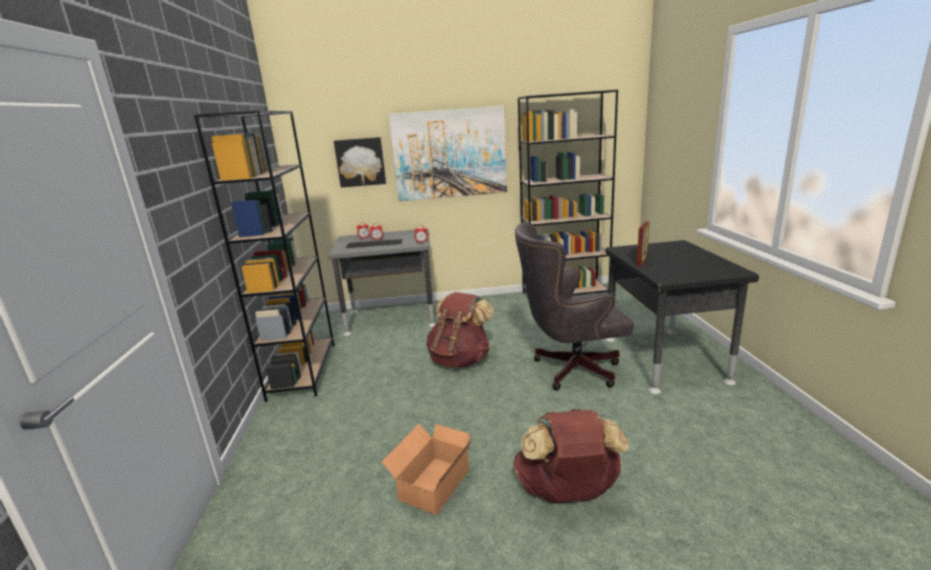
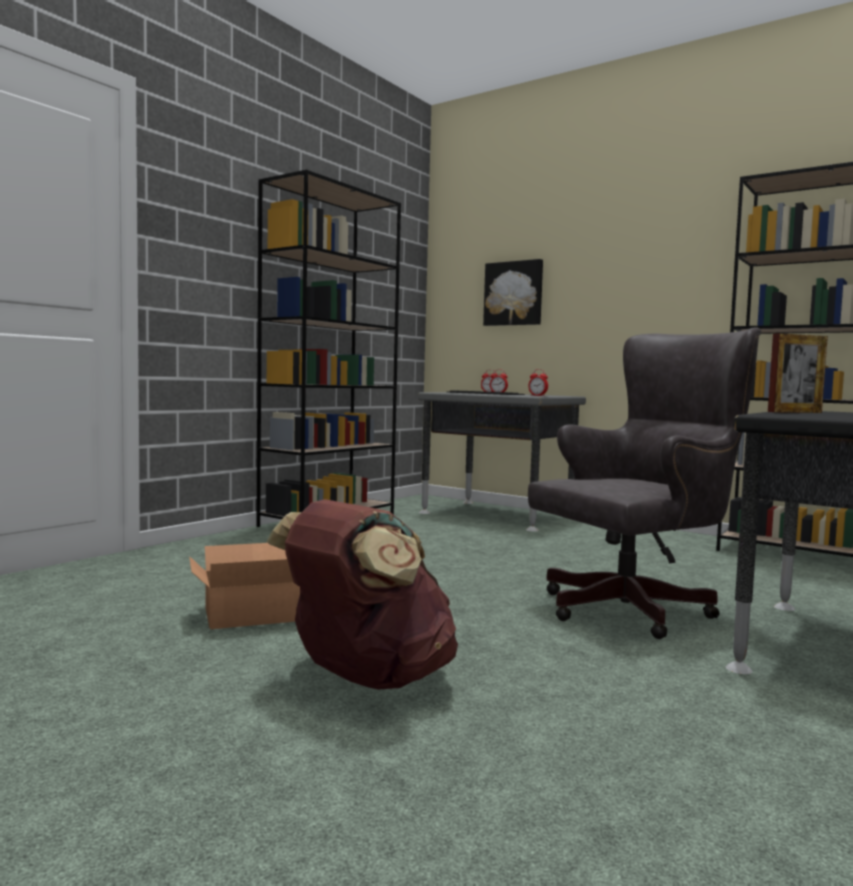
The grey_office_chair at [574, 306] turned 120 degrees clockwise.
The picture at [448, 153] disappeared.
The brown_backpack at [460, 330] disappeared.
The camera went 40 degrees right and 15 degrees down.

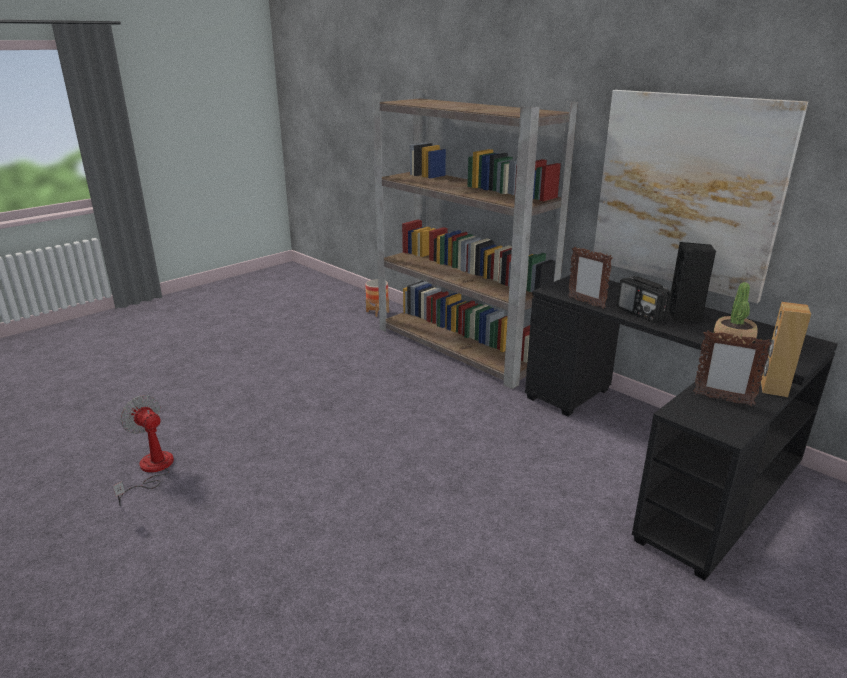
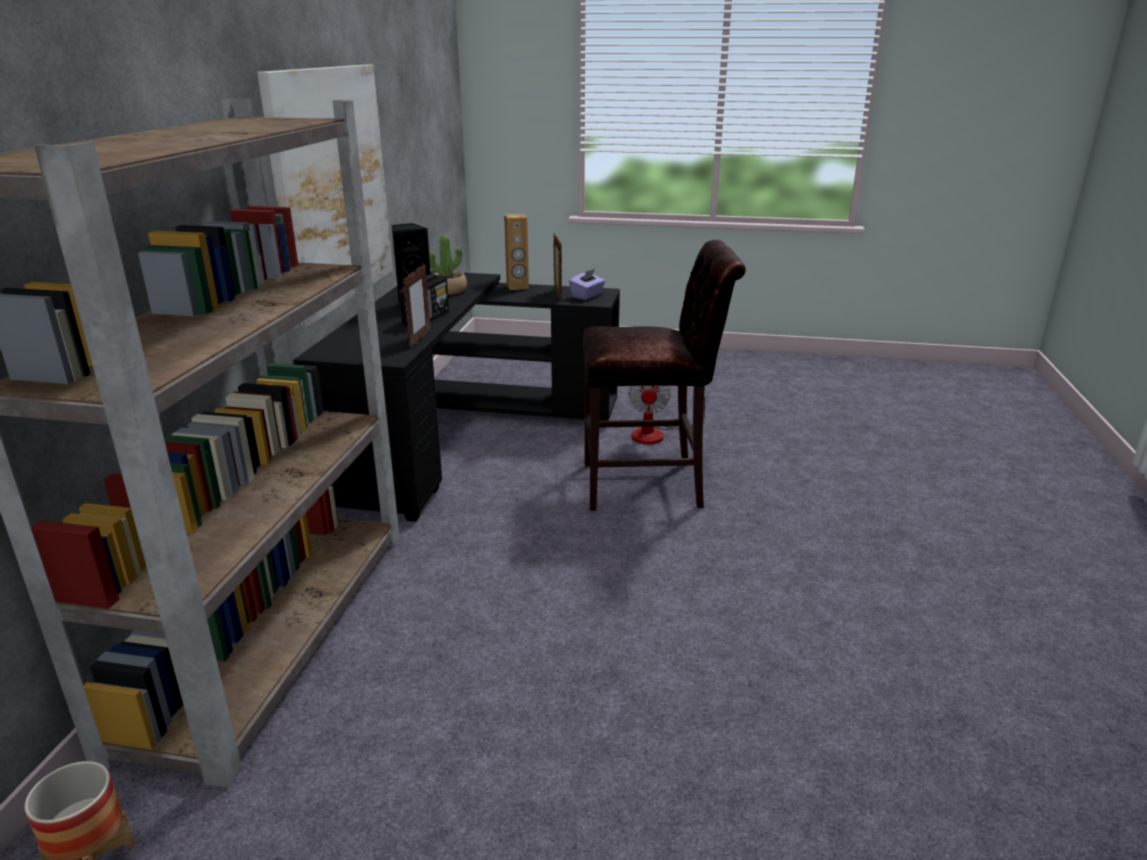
The purple_tissue_box at [587, 284] appeared.
The brown_stool at [664, 375] appeared.
The fan moved from [143, 450] to [668, 414].
The camera went 125 degrees left and 0 degrees up.

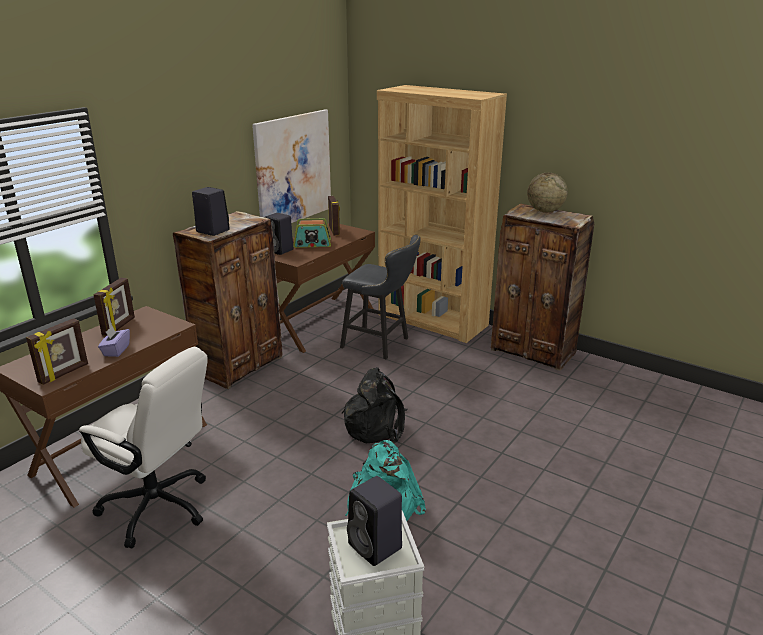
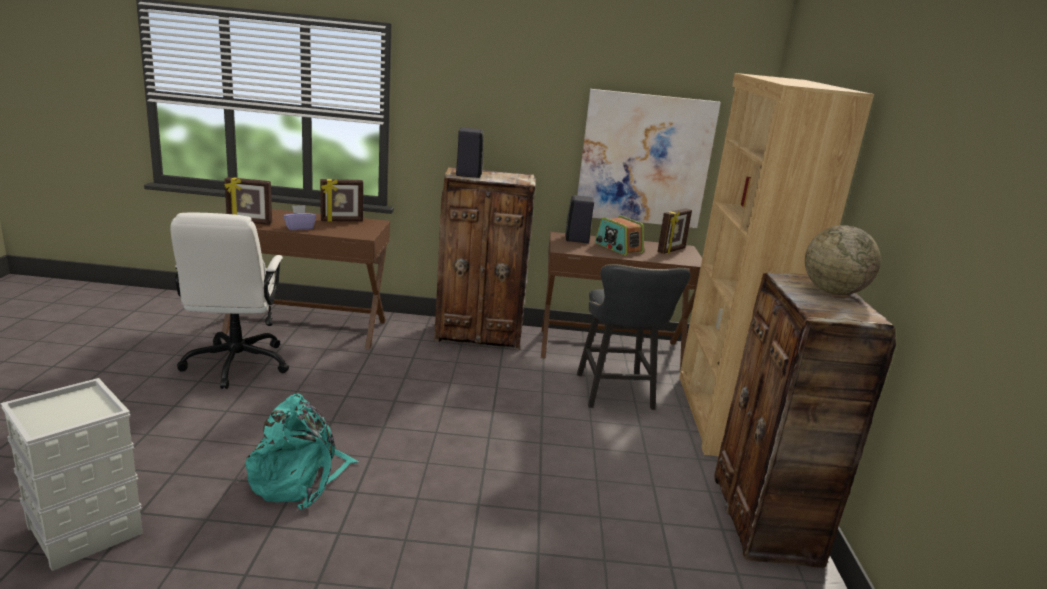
The black_backpack at [375, 405] disappeared.
The black_speaker at [374, 521] disappeared.
The camera went 55 degrees right and 5 degrees down.

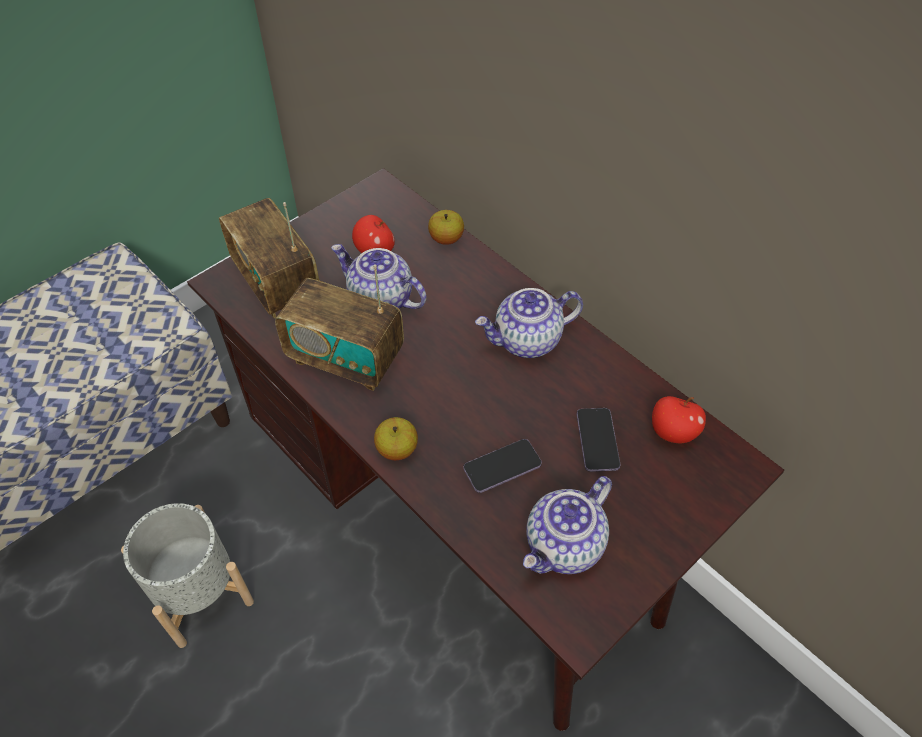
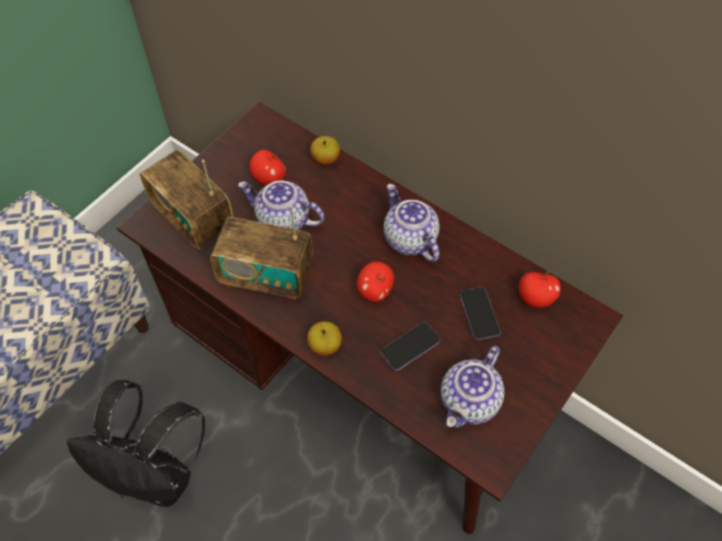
The grey_planter at [187, 575] was replaced by the black_backpack at [135, 443].
The apple at [375, 282] appeared.
The teapot at [529, 323] turned 90 degrees clockwise.
The camera went 10 degrees left and 5 degrees up.

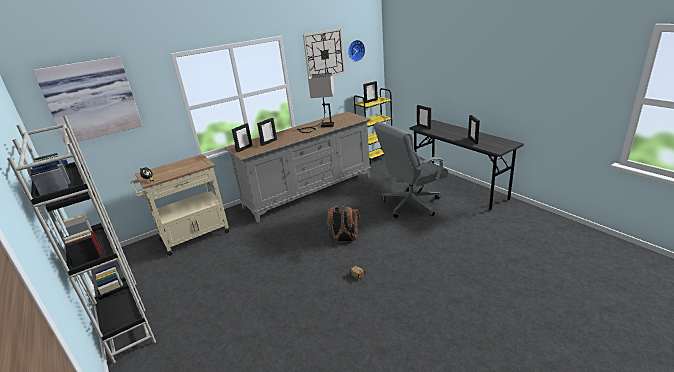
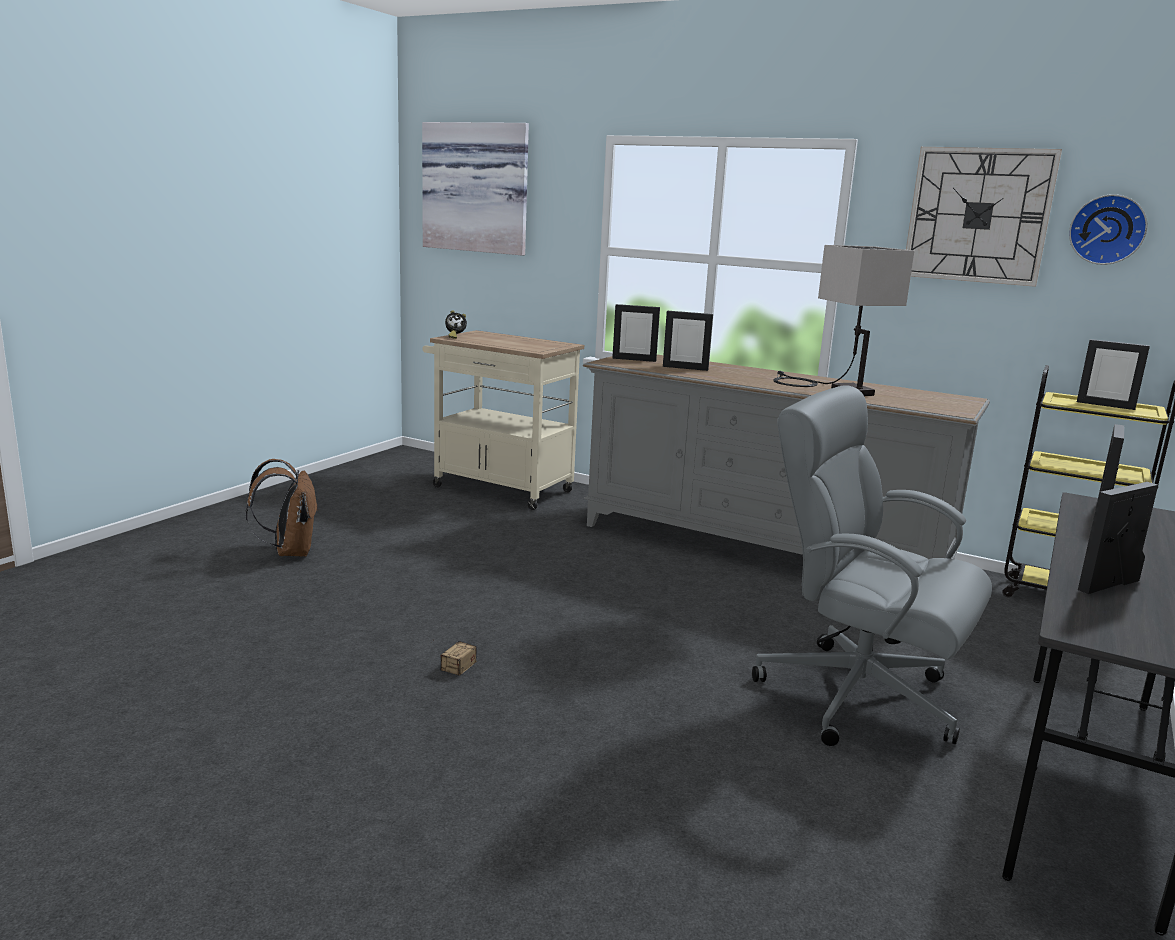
The brown_backpack moved from [343, 224] to [281, 508].
The black_bookcase at [81, 239] disappeared.
The camera went 60 degrees right and 10 degrees down.

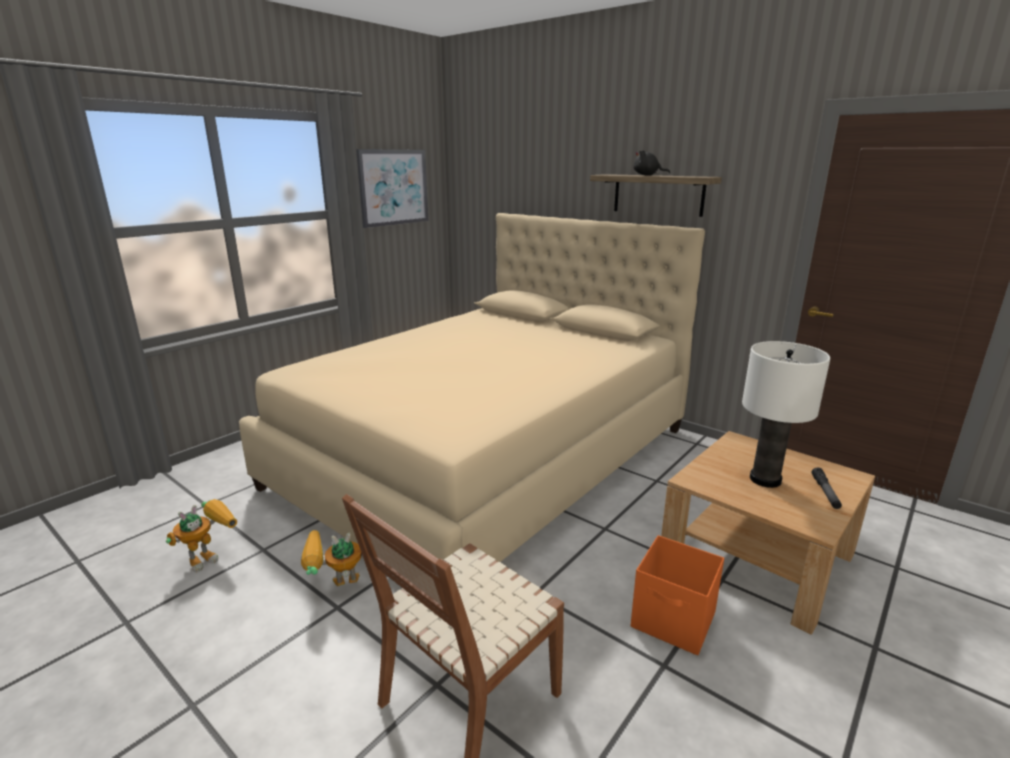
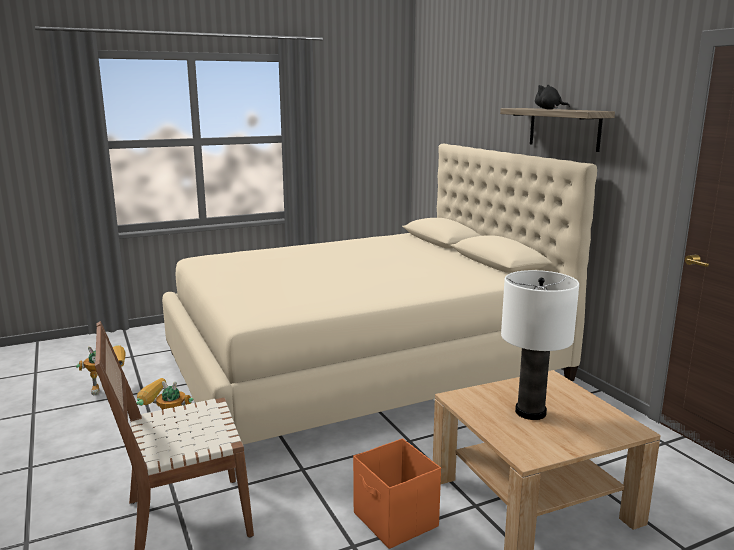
The picture at [392, 188] disappeared.
The flashlight at [827, 488] disappeared.
The camera went 25 degrees right and 5 degrees down.

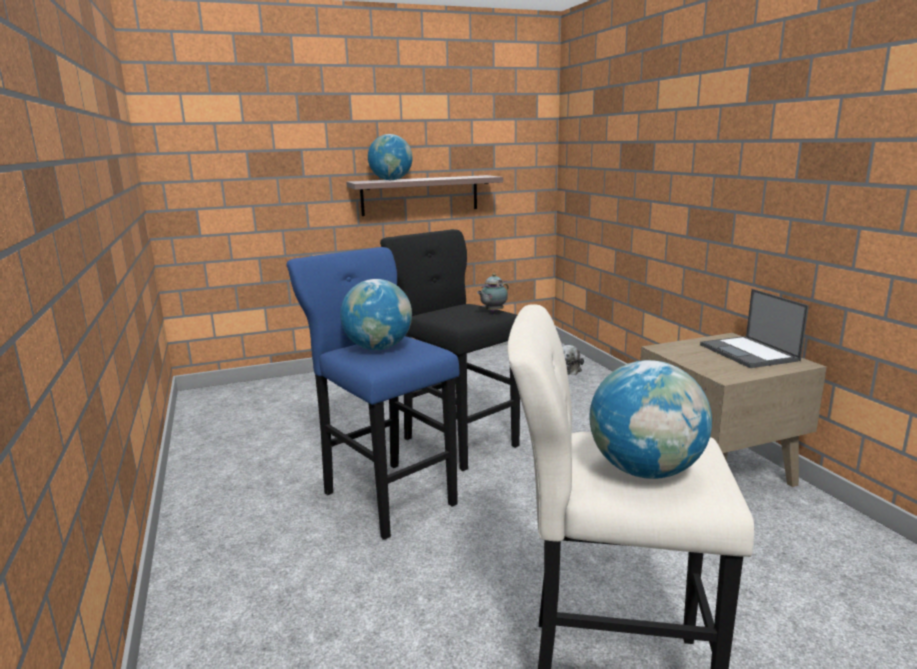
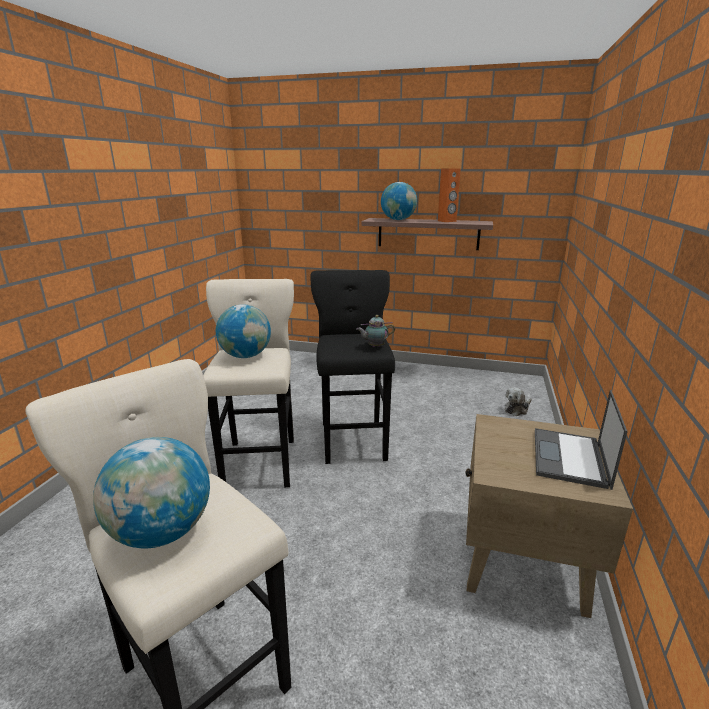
The blue_stool at [373, 393] became the beige_stool at [248, 383].
The orange_speaker at [449, 195] appeared.
The camera went 35 degrees right and 5 degrees up.

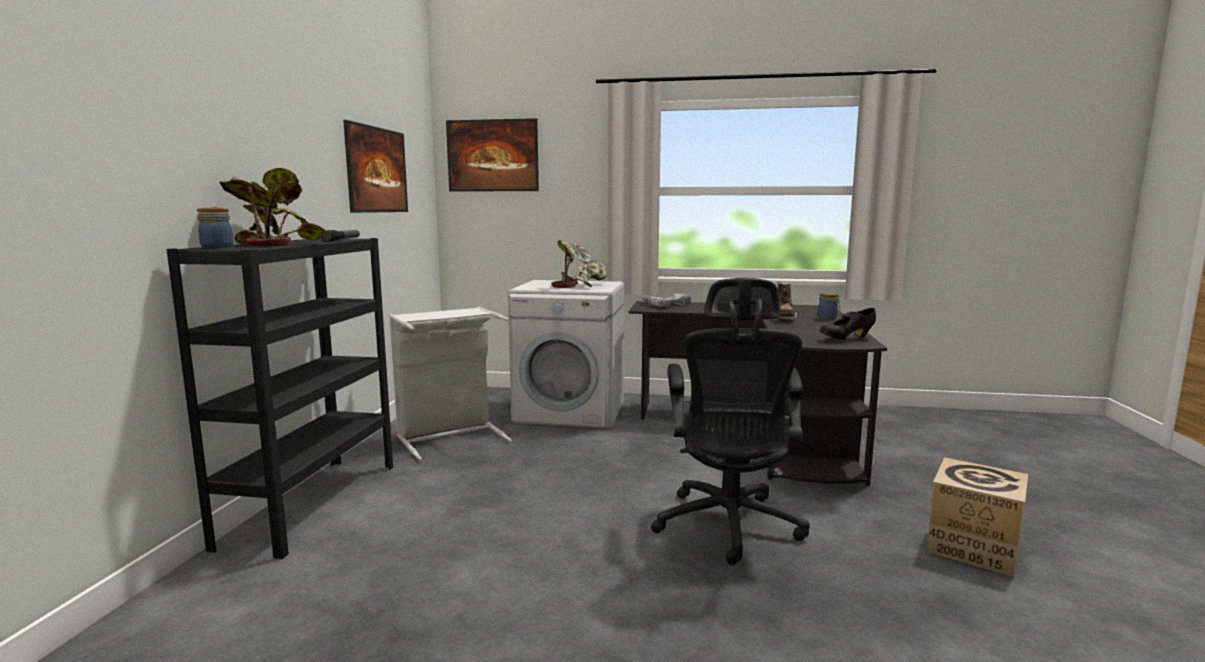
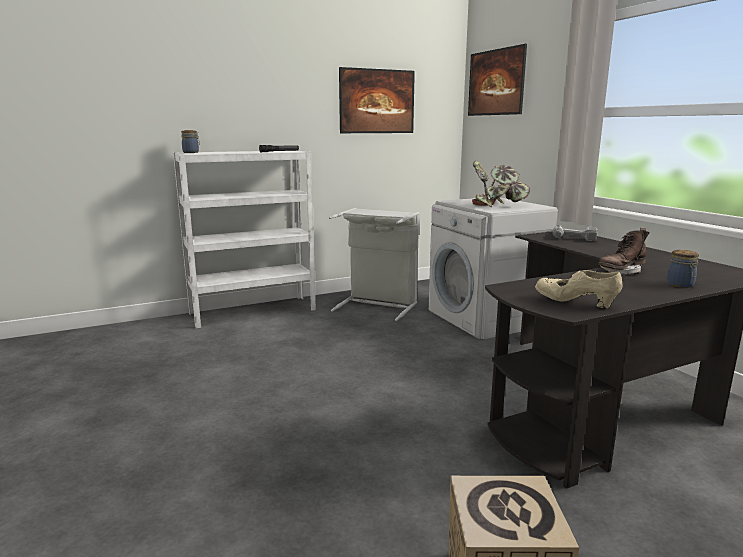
The black_bookcase at [280, 398] became the white_bookcase at [244, 239].
The black_shoe at [848, 324] became the beige_shoe at [578, 289].
The potted_plant at [272, 207] disappeared.
The office_chair at [730, 421] disappeared.
The camera went 55 degrees right and 5 degrees up.

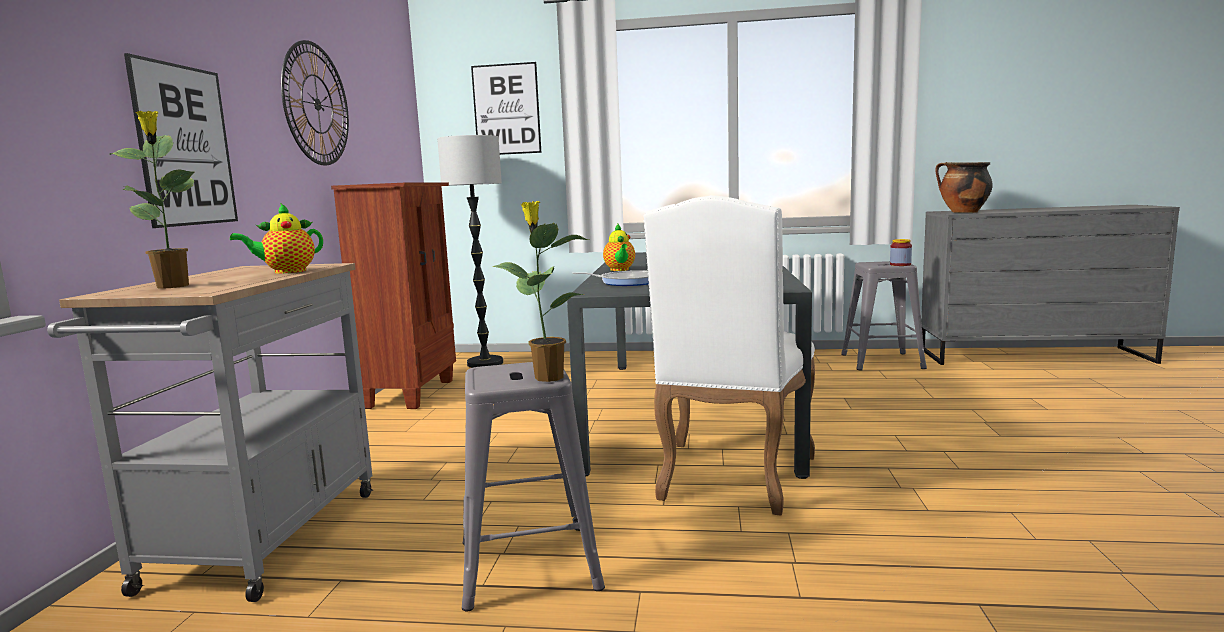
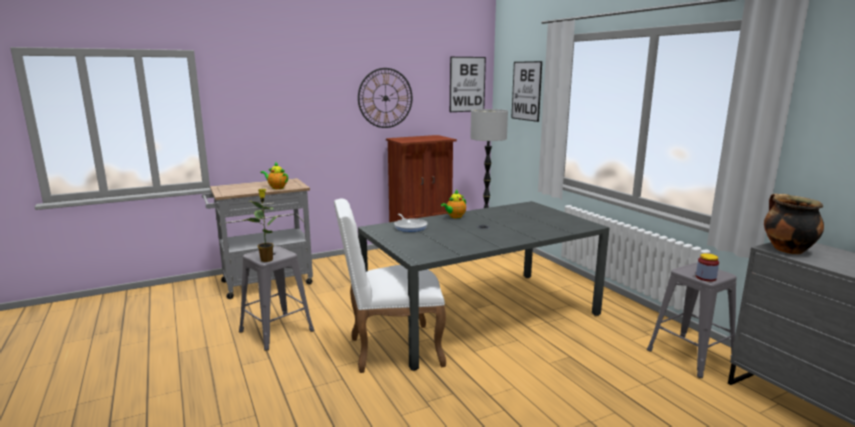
The picture moved from [181, 140] to [468, 84].
The potted_plant at [151, 200] disappeared.
The camera went 55 degrees right and 5 degrees up.

